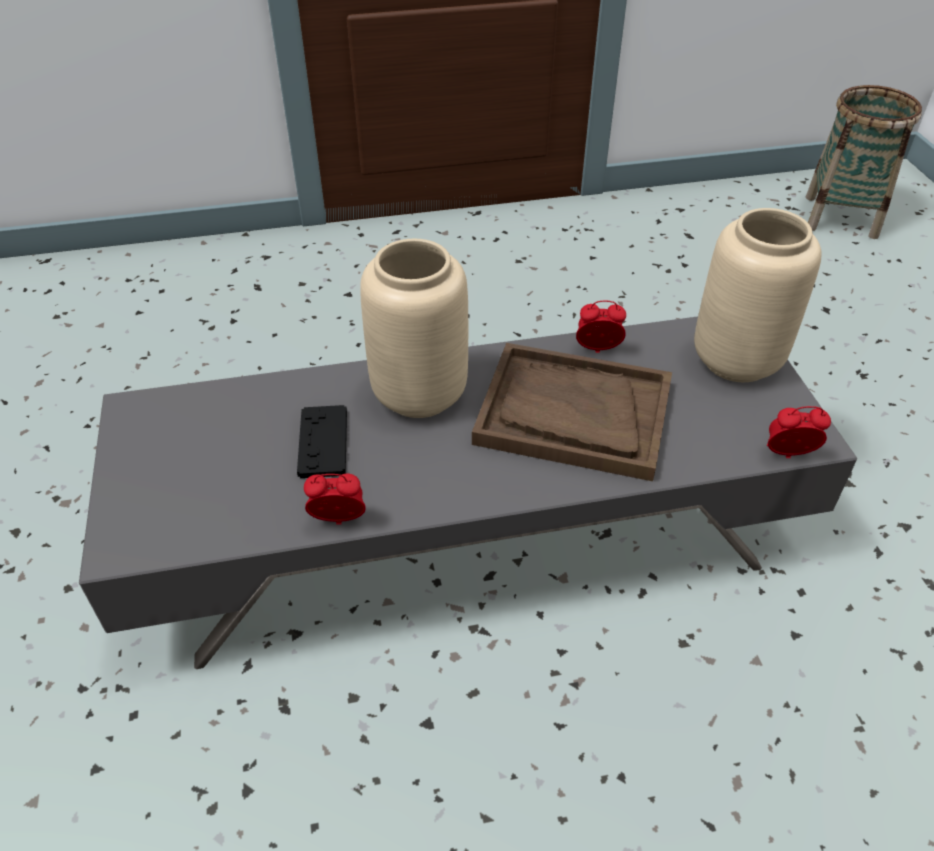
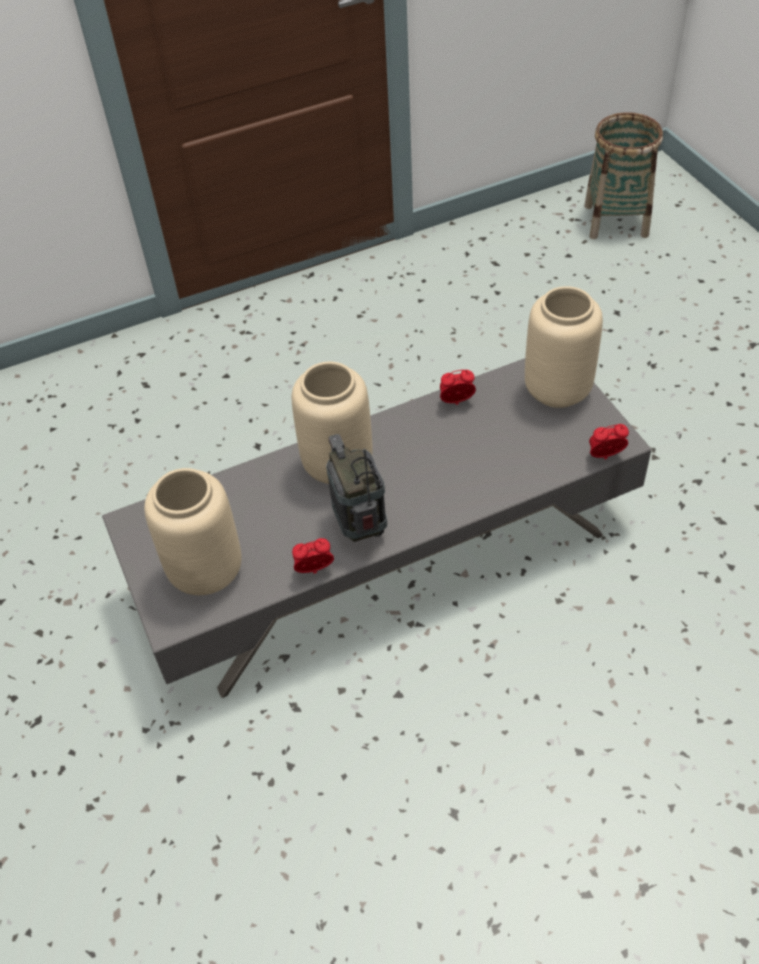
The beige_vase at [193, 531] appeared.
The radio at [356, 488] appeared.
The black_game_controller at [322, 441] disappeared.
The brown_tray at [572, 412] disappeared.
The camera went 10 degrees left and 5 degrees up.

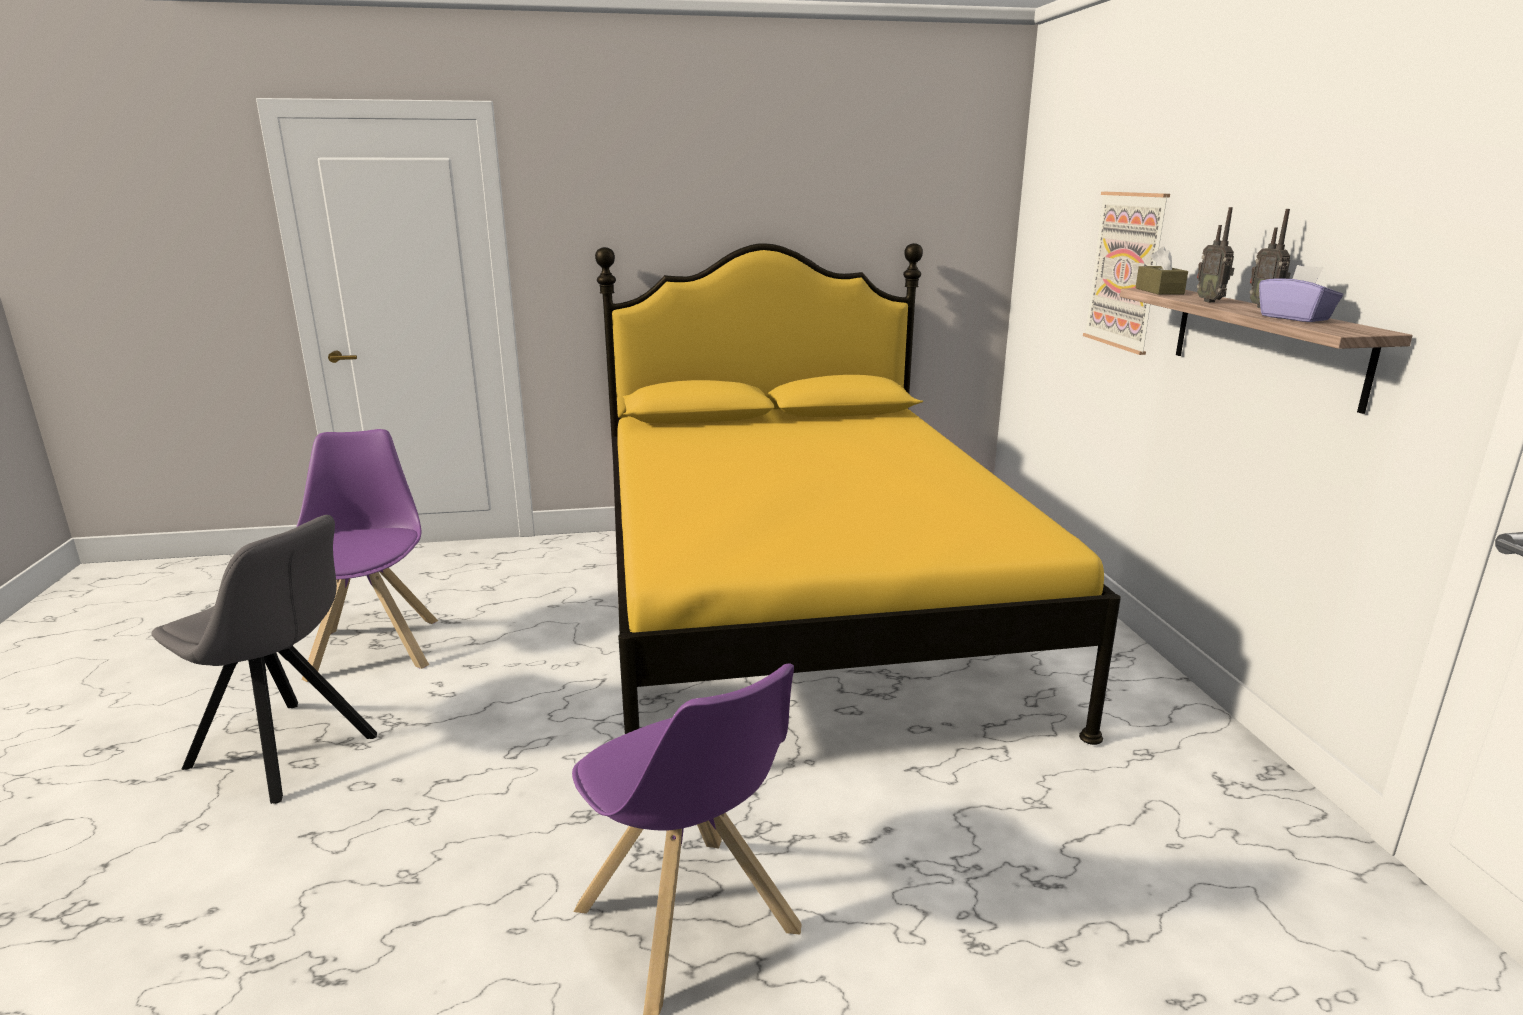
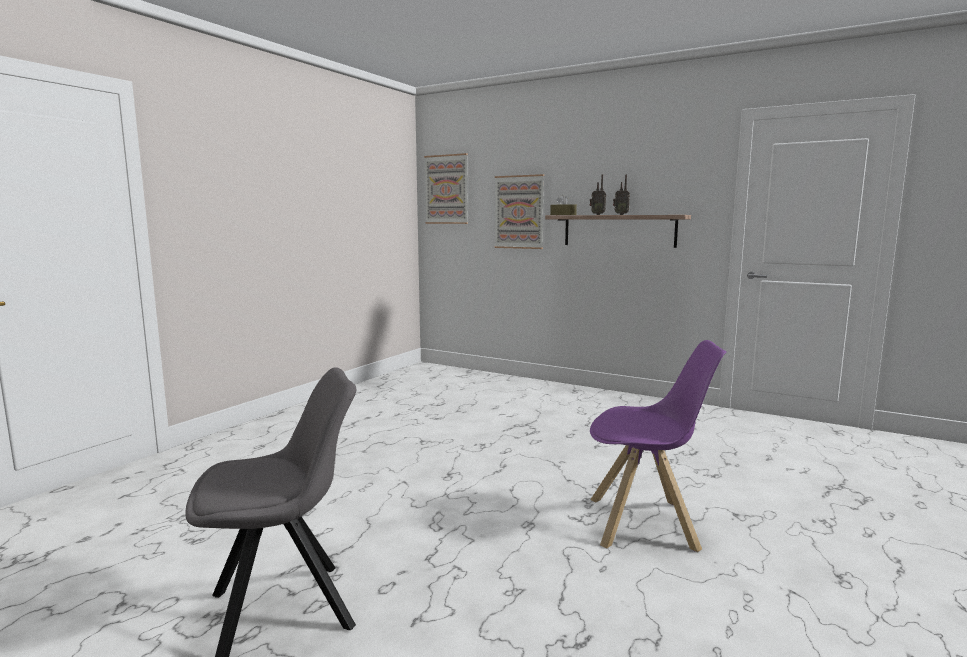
The picture at [446, 188] appeared.
The purple_chair at [367, 555] disappeared.
The yellow_bed at [858, 494] disappeared.
The purple_tissue_box at [1301, 293] disappeared.
The camera went 50 degrees left and 10 degrees down.

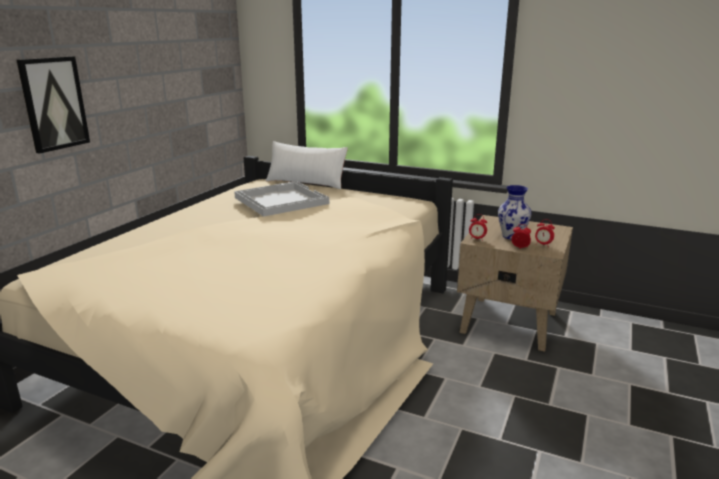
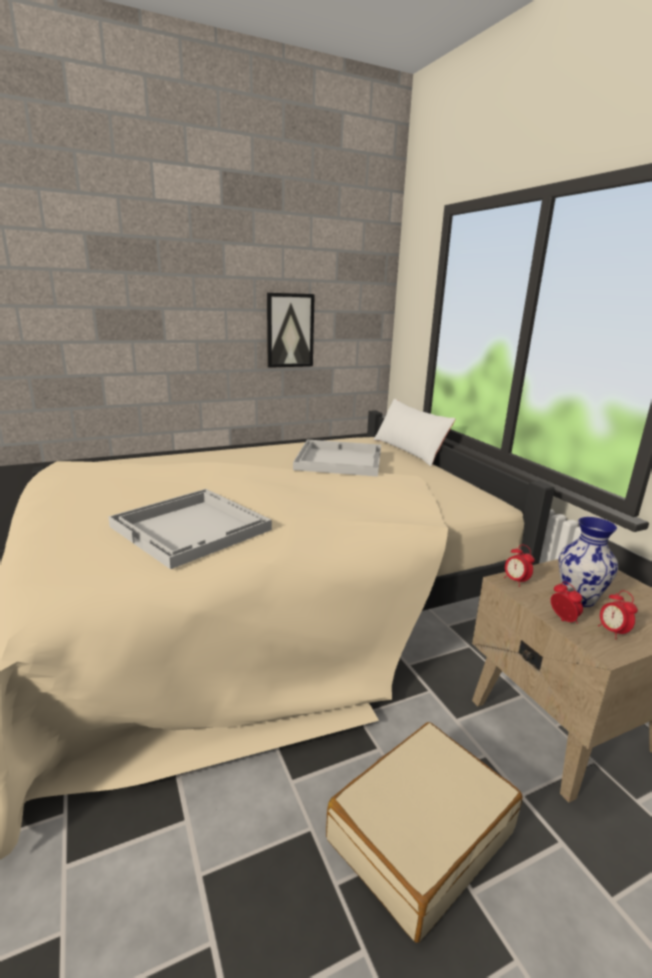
The white_tray at [190, 529] appeared.
The picture moved from [53, 105] to [291, 330].
The beige_suitcase at [424, 832] appeared.
The camera went 40 degrees right and 0 degrees up.

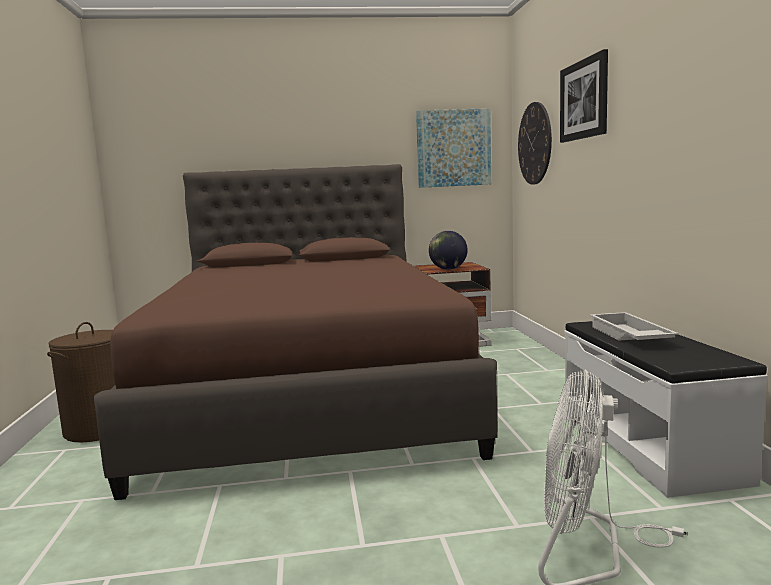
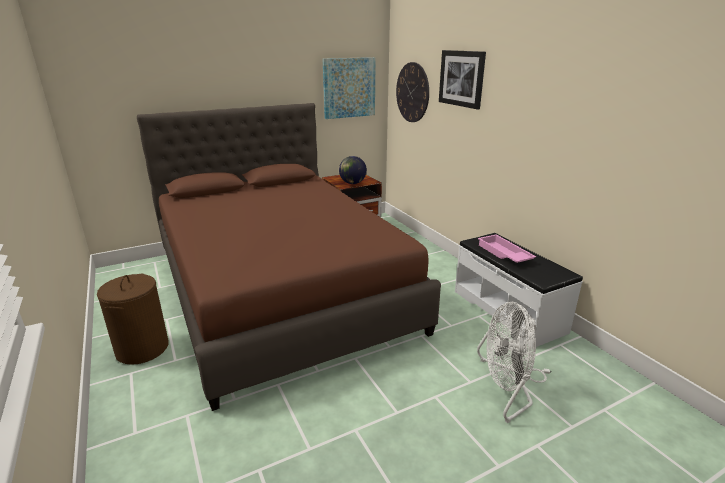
The white_tray at [634, 326] became the pink_tray at [507, 249].
The camera went 20 degrees left and 15 degrees up.

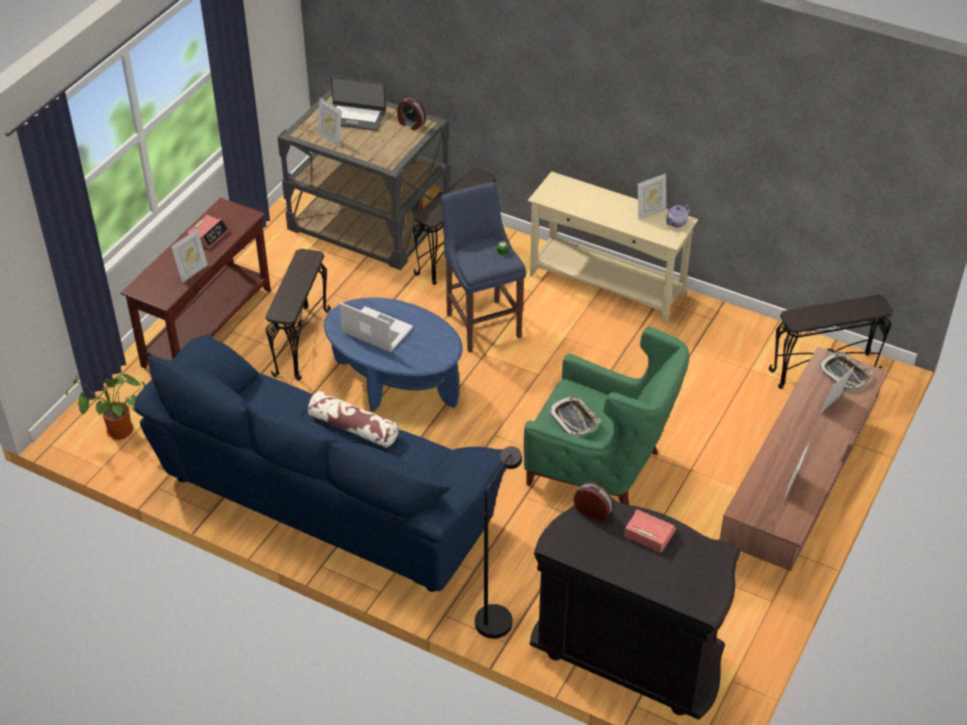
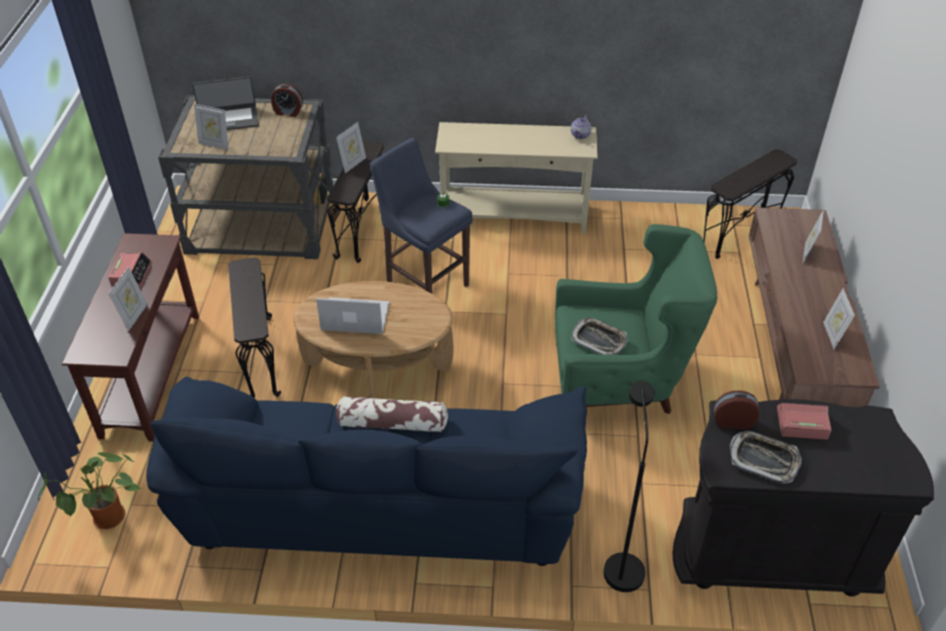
The blue_coffee_table at [393, 355] became the brown_coffee_table at [373, 339].
The picture_frame moved from [652, 196] to [351, 147].
The tray moved from [845, 371] to [765, 457].
The camera went 25 degrees left and 0 degrees up.

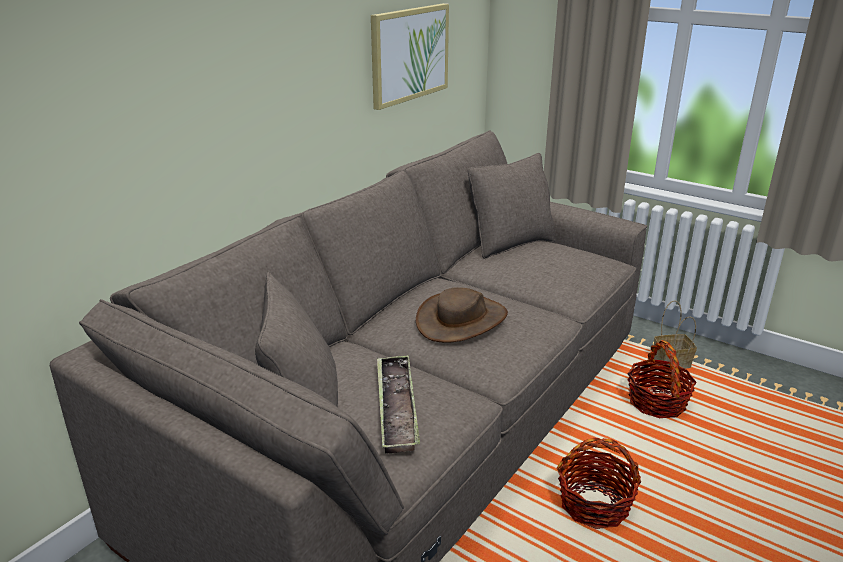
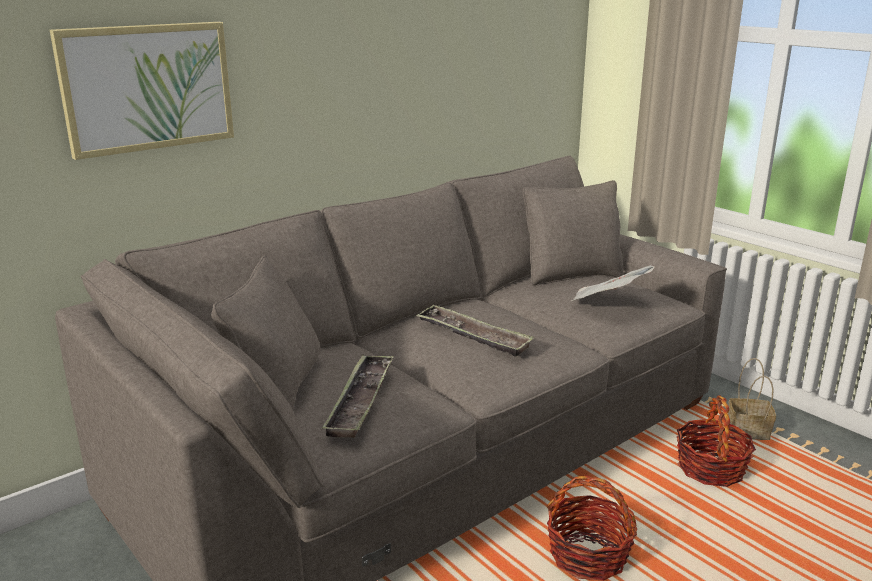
The picture moved from [410, 56] to [142, 91].
The brown_hat at [462, 315] was replaced by the tray at [475, 330].
The newspaper at [613, 283] appeared.
The camera went 15 degrees right and 5 degrees down.

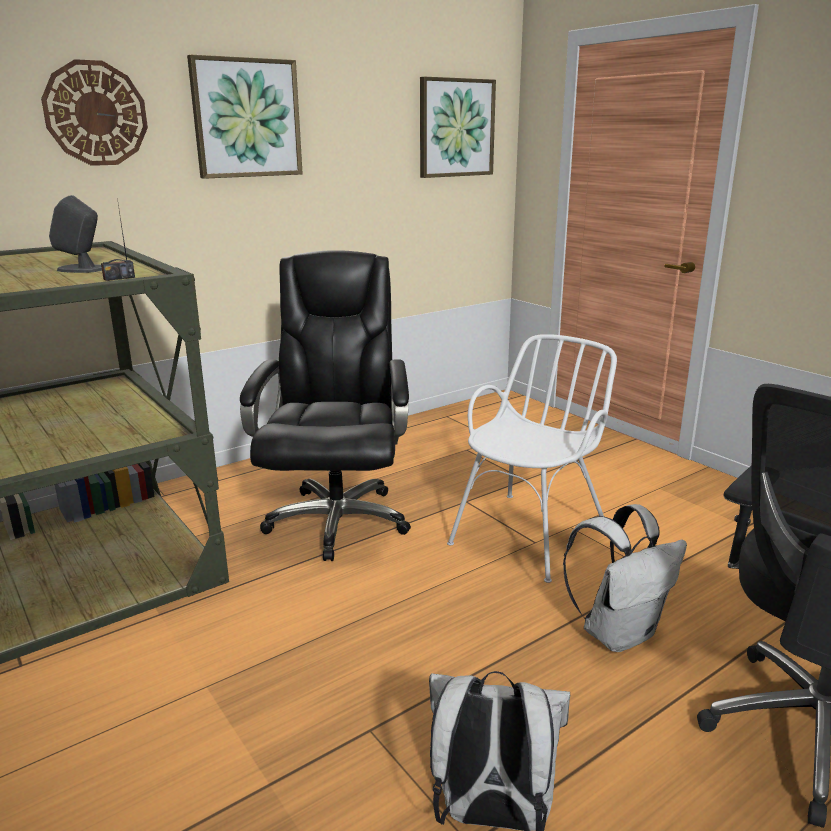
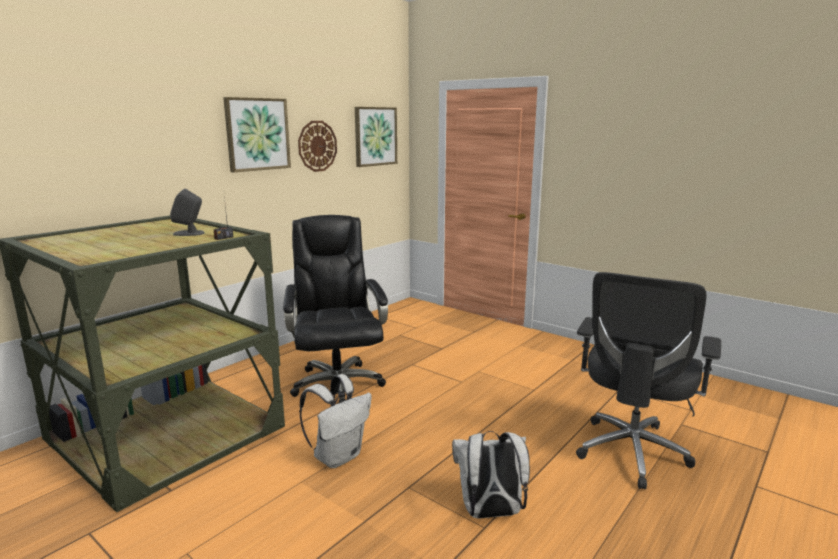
The wall_clock moved from [94, 112] to [317, 146].
The white_backpack moved from [625, 578] to [335, 421].
The white_chair at [532, 458] disappeared.
The camera went 15 degrees left and 5 degrees down.

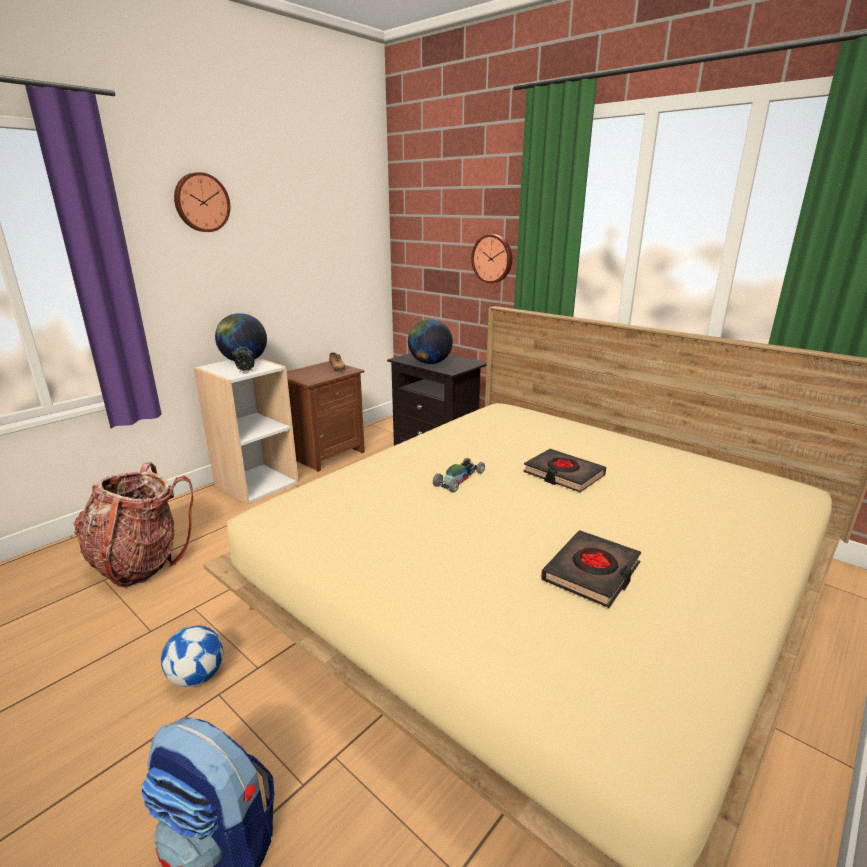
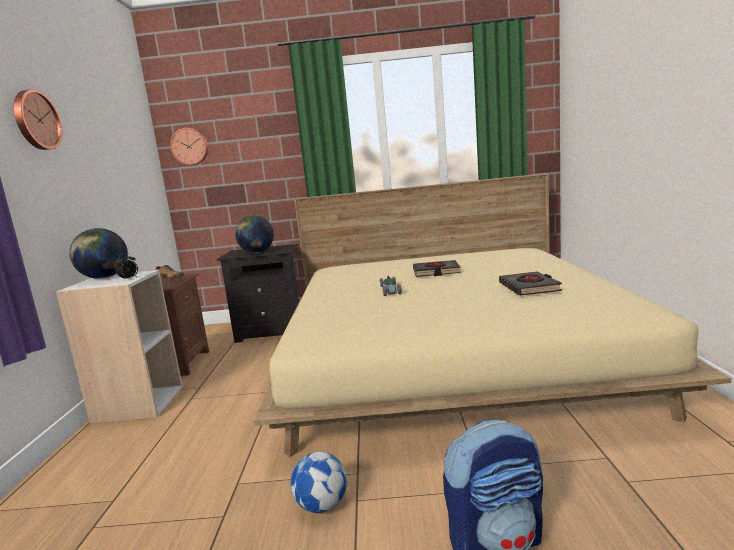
The wall_clock moved from [491, 258] to [189, 146].
The backpack at [133, 525] disappeared.
The camera went 40 degrees left and 10 degrees down.

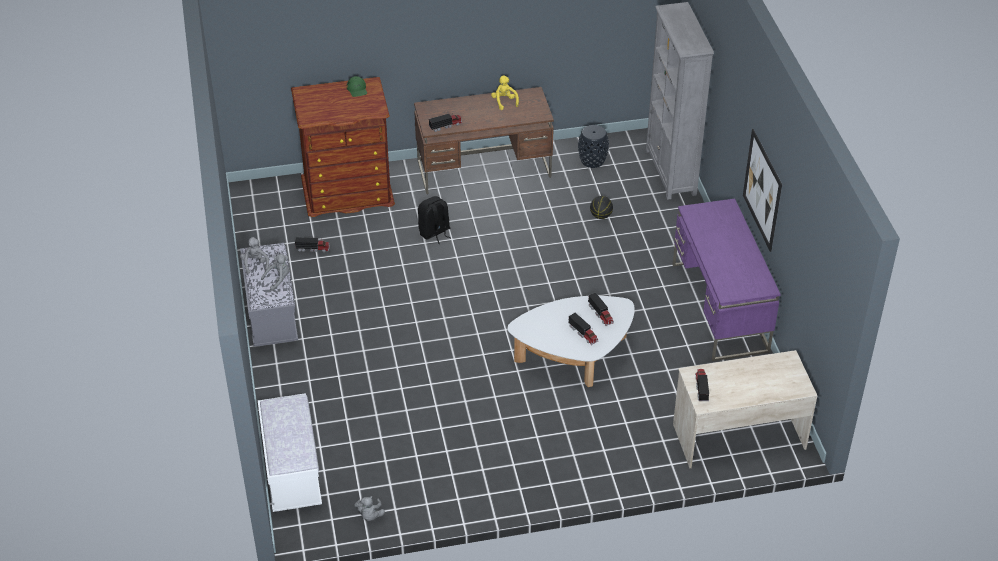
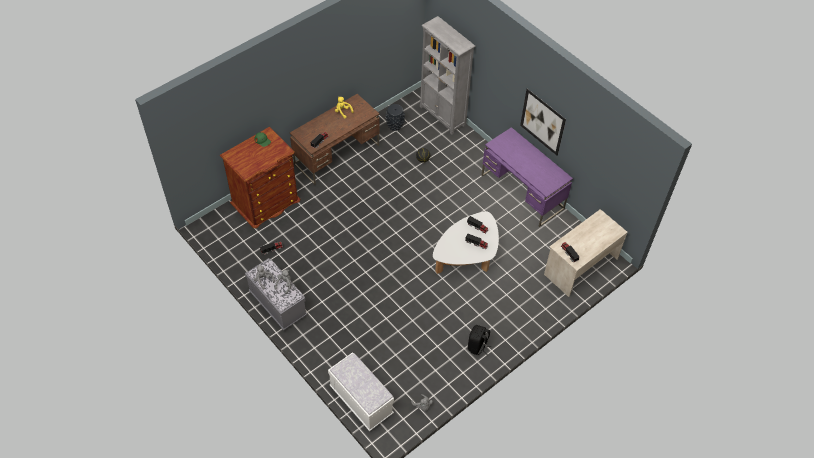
The black_backpack moved from [434, 220] to [479, 340].
The camera went 30 degrees left and 10 degrees up.

